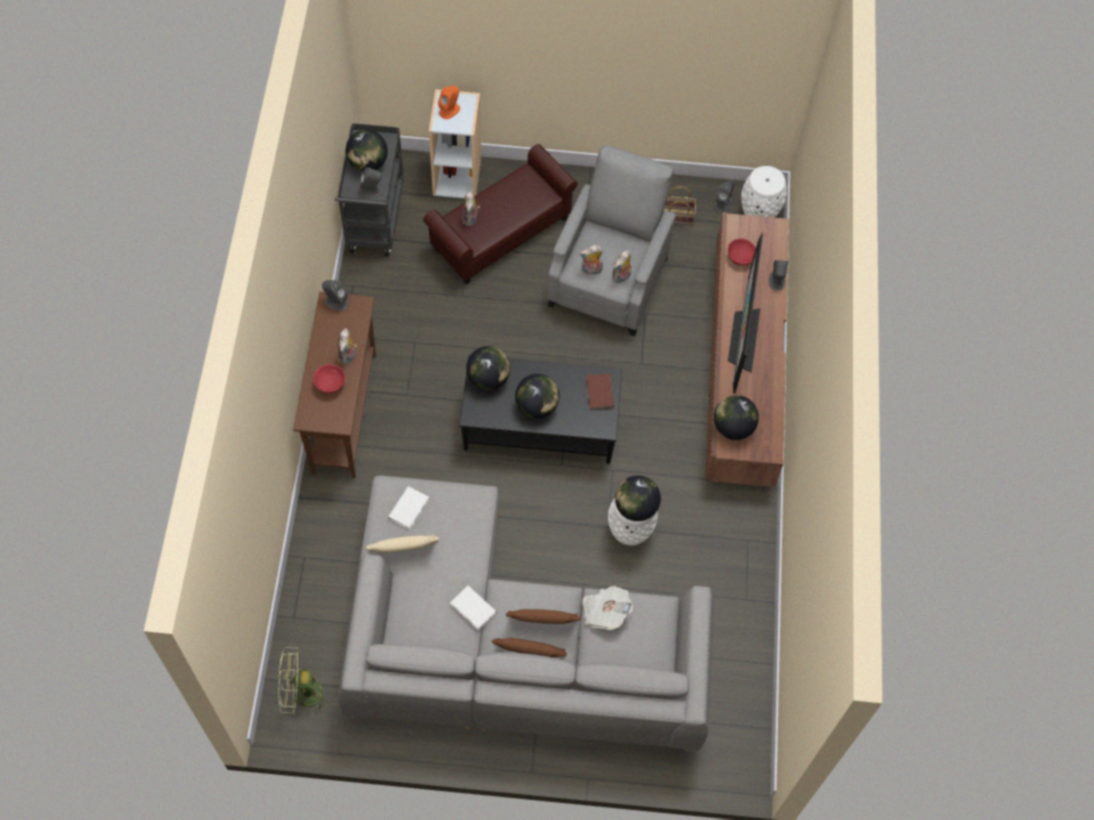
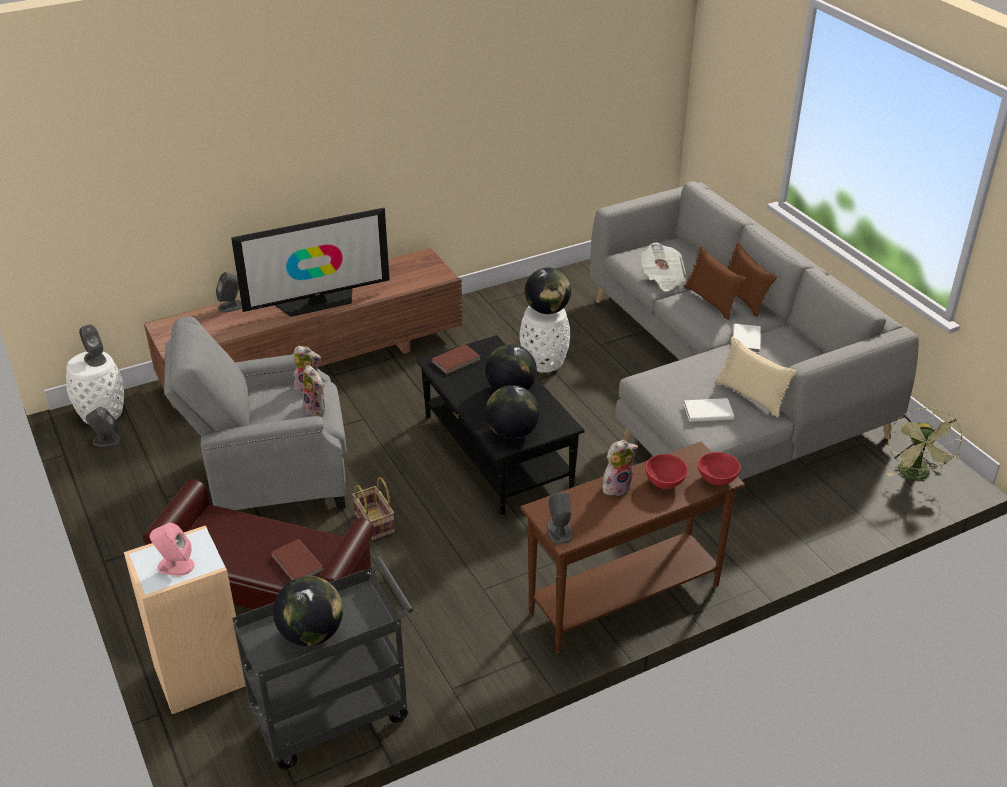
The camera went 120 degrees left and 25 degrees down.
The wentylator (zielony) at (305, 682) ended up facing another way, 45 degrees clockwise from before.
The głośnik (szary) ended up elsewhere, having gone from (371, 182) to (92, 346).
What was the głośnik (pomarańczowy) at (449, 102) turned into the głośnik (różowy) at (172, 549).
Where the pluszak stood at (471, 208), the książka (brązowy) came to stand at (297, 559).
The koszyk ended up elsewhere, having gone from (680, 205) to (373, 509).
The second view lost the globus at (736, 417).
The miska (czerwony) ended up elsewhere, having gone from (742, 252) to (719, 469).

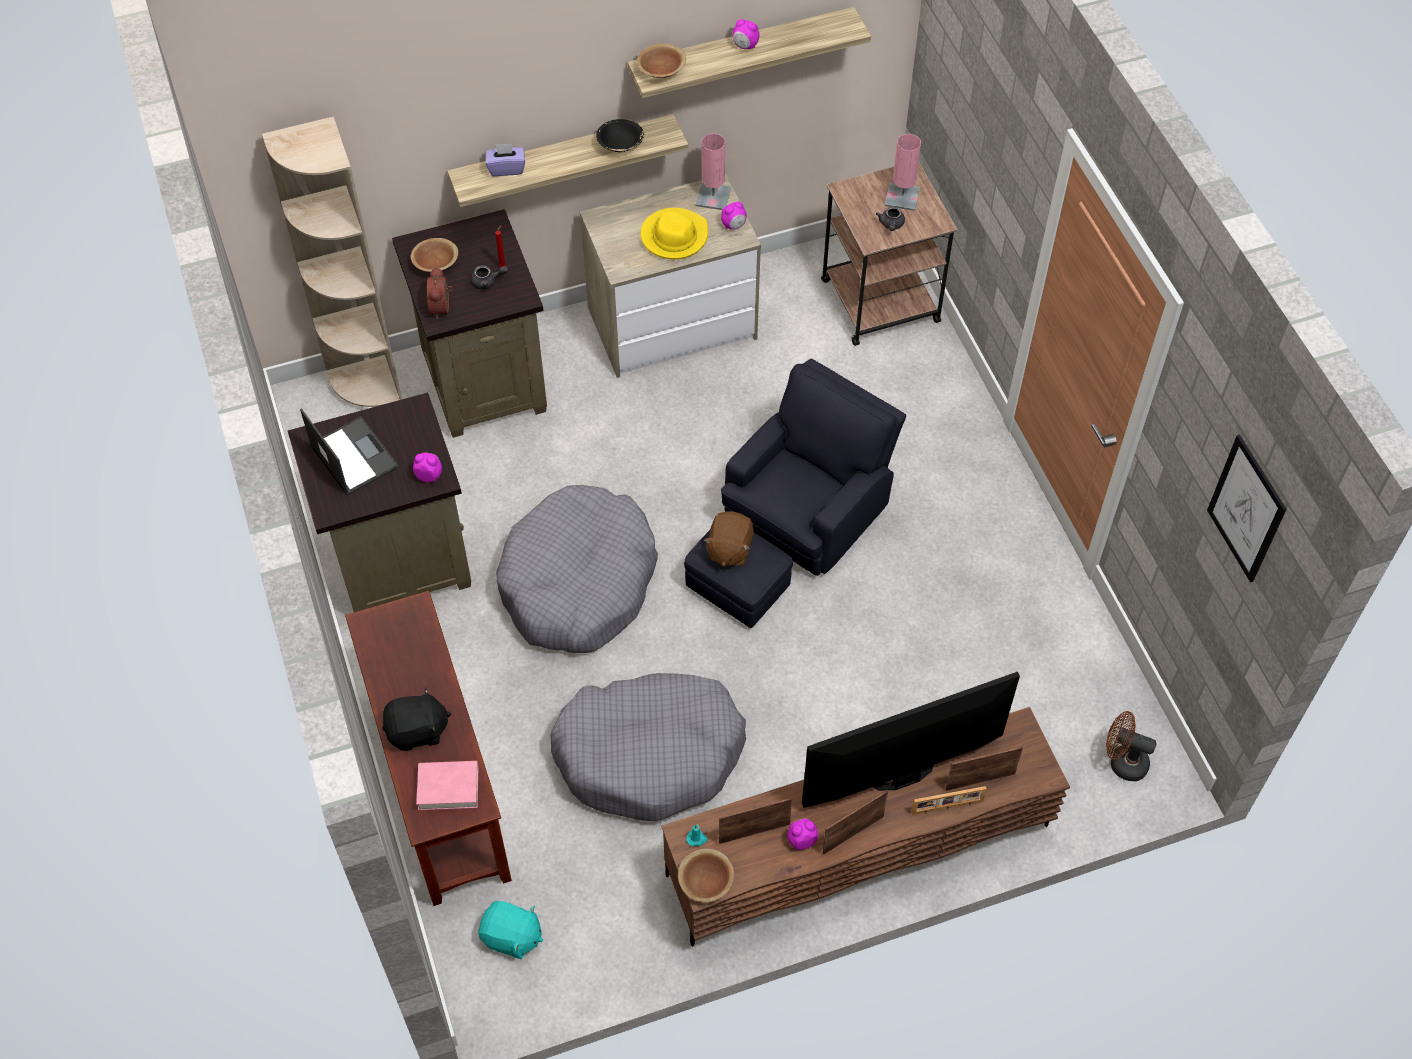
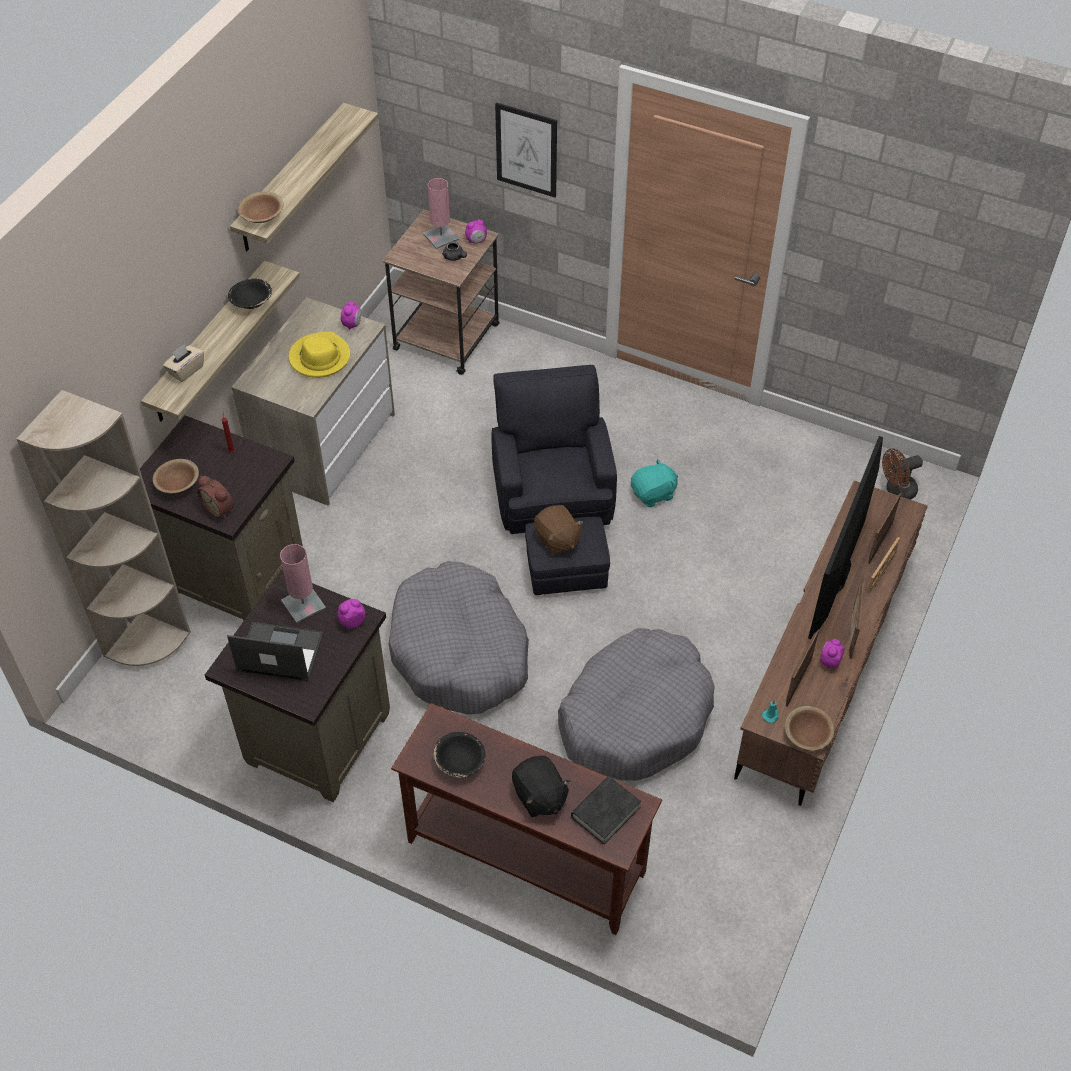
The camera went 45 degrees left and 5 degrees down.
The pluszak (czarny) at (416, 719) ended up facing another way, 120 degrees clockwise from before.
What was the książka (różowy) at (447, 785) turned into the książka (czarny) at (606, 810).
The second view lost the imbryk (szary) at (489, 277).
The pluszak (turkusowy) ended up elsewhere, having gone from (510, 930) to (654, 483).
What was the pudełko chusteczek (fioletowy) at (505, 160) turned into the pudełko chusteczek (beżowy) at (183, 363).
The lampa stołowa (różowy) ended up elsewhere, having gone from (713, 171) to (303, 583).
The budzik ended up elsewhere, having gone from (745, 34) to (476, 231).
The obraz ended up elsewhere, having gone from (1247, 509) to (526, 150).
The second view gained the miska (czarny) at (459, 755).

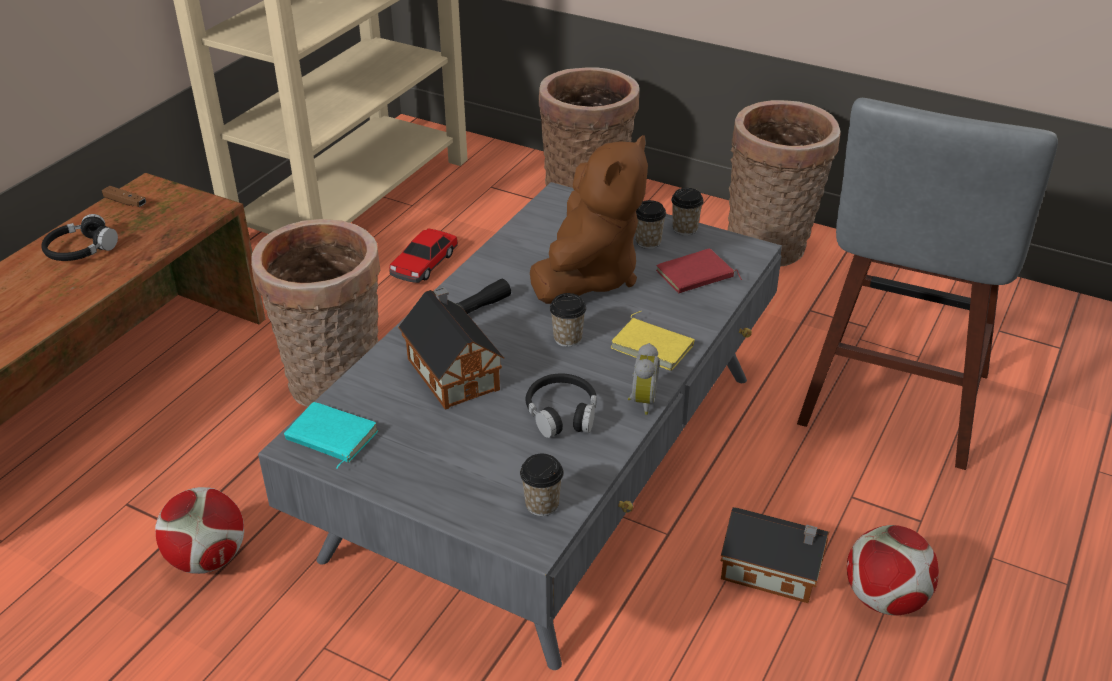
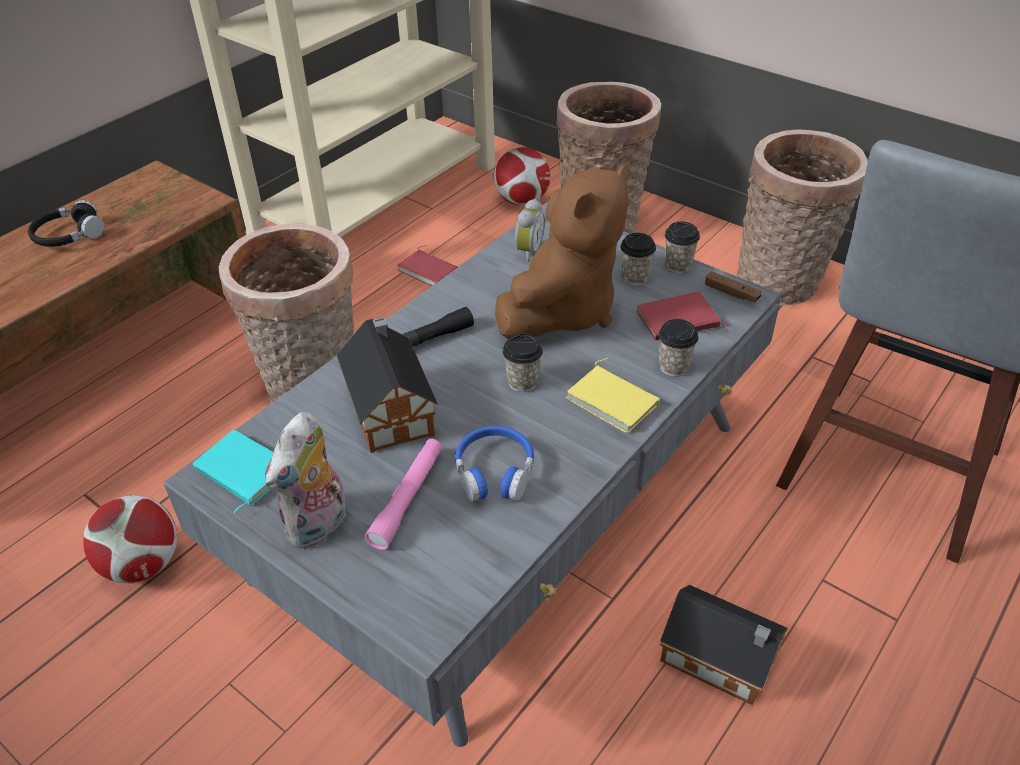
The camera went 10 degrees right and 5 degrees up.
The pad do gier (brązowy) ended up elsewhere, having gone from (124, 196) to (733, 287).
Where the samochodzik stood at (423, 255), the książka (czerwony) came to stand at (427, 265).
The filiżanka ended up elsewhere, having gone from (541, 485) to (678, 348).
What was the słuchawki (czarny) at (561, 405) turned into the słuchawki (niebieski) at (494, 464).
The budzik ended up elsewhere, having gone from (643, 379) to (530, 230).
The piłka futbolowa ended up elsewhere, having gone from (893, 570) to (522, 176).
The second view gained the pluszak at (306, 480).
The second view gained the latarka (różowy) at (403, 494).

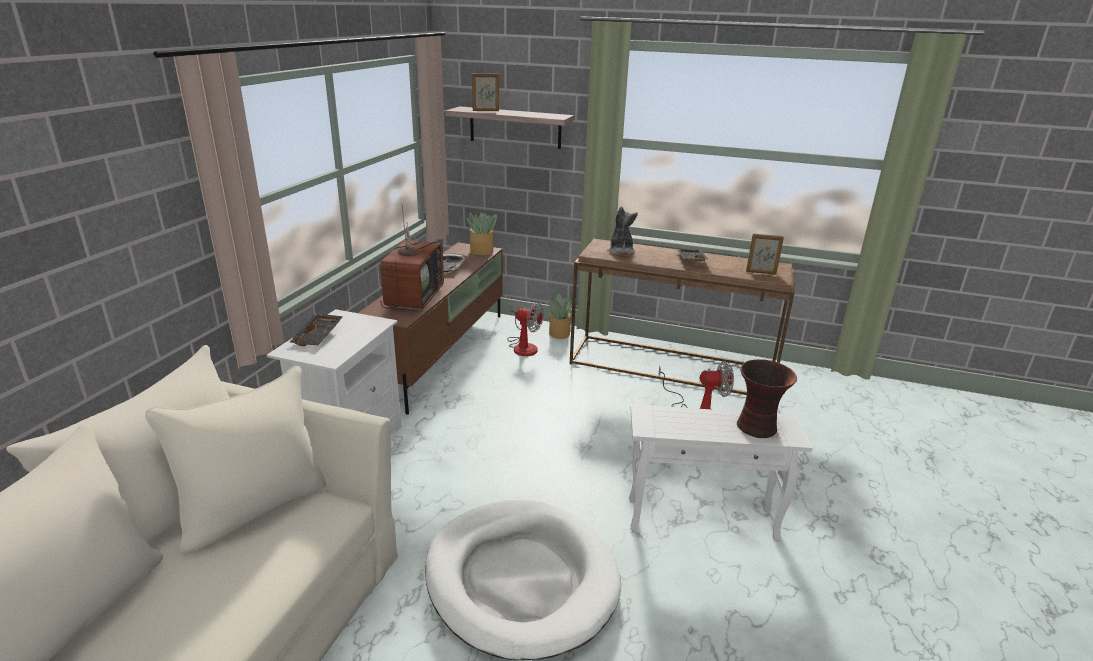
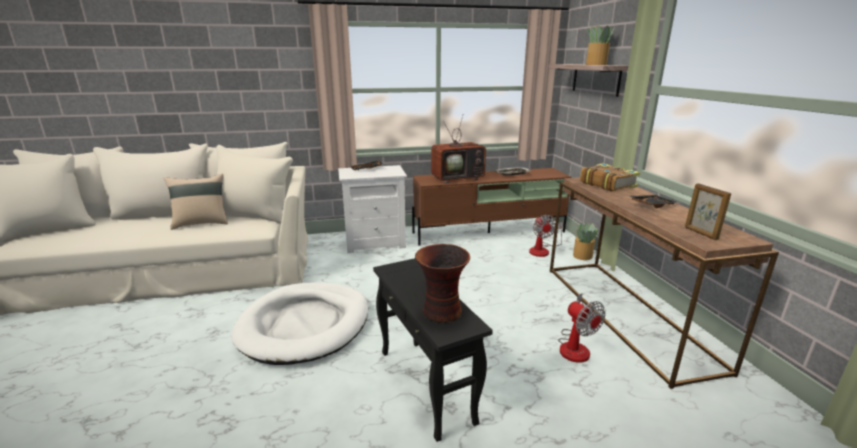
The camera went 60 degrees right and 5 degrees down.
The roślina doniczkowa ended up elsewhere, having gone from (481, 233) to (600, 45).
The second view lost the ramka na zdjęcie at (485, 92).
Where the pluszak stood at (622, 230), the książka came to stand at (610, 177).
What was the stolik (biały) at (720, 472) turned into the stolik (czarny) at (433, 350).
The second view gained the poduszka (beżowy) at (196, 202).

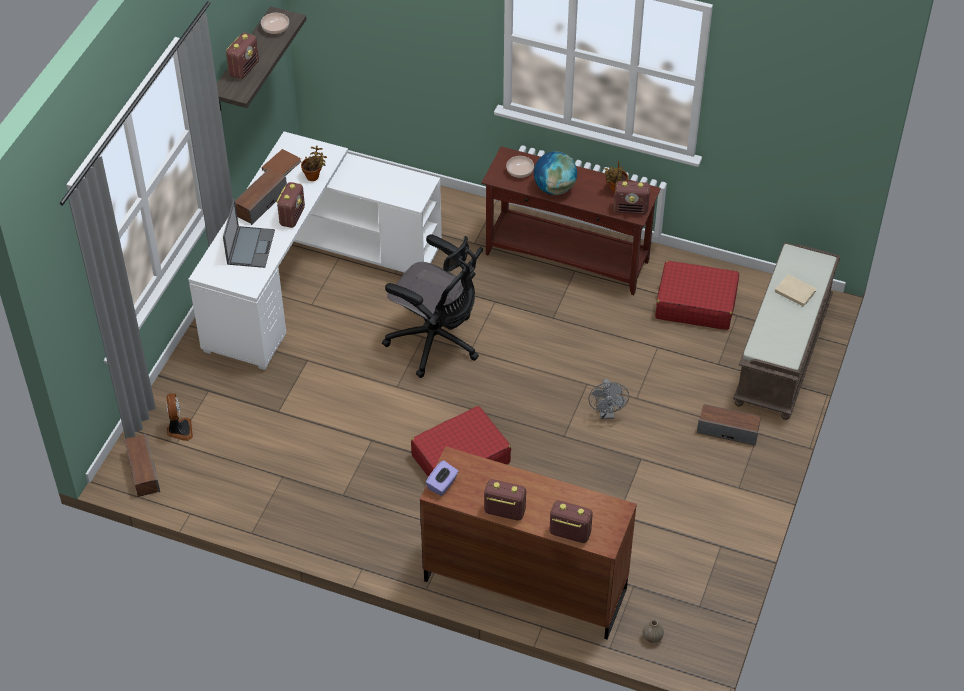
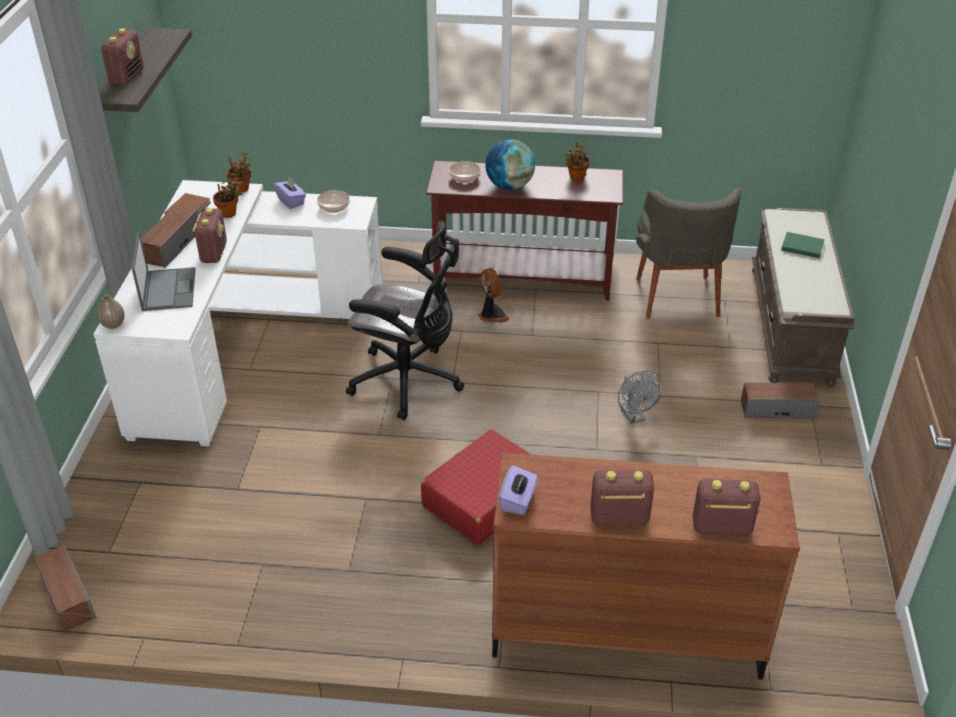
The camera went 15 degrees left and 10 degrees down.
The wentylator ended up elsewhere, having gone from (180, 417) to (493, 295).
The miska ended up elsewhere, having gone from (275, 23) to (333, 201).
The second view lost the radio at (632, 198).
The wazon ended up elsewhere, having gone from (653, 631) to (111, 312).
Where the walizka (czerwony) stood at (697, 295), the krzesło (szary) came to stand at (689, 253).
What was the książka (beżowy) at (796, 290) turned into the książka (zielony) at (803, 245).
The second view gained the roślina doniczkowa at (238, 172).
The second view gained the pudełko chusteczek (fioletowy) at (290, 193).

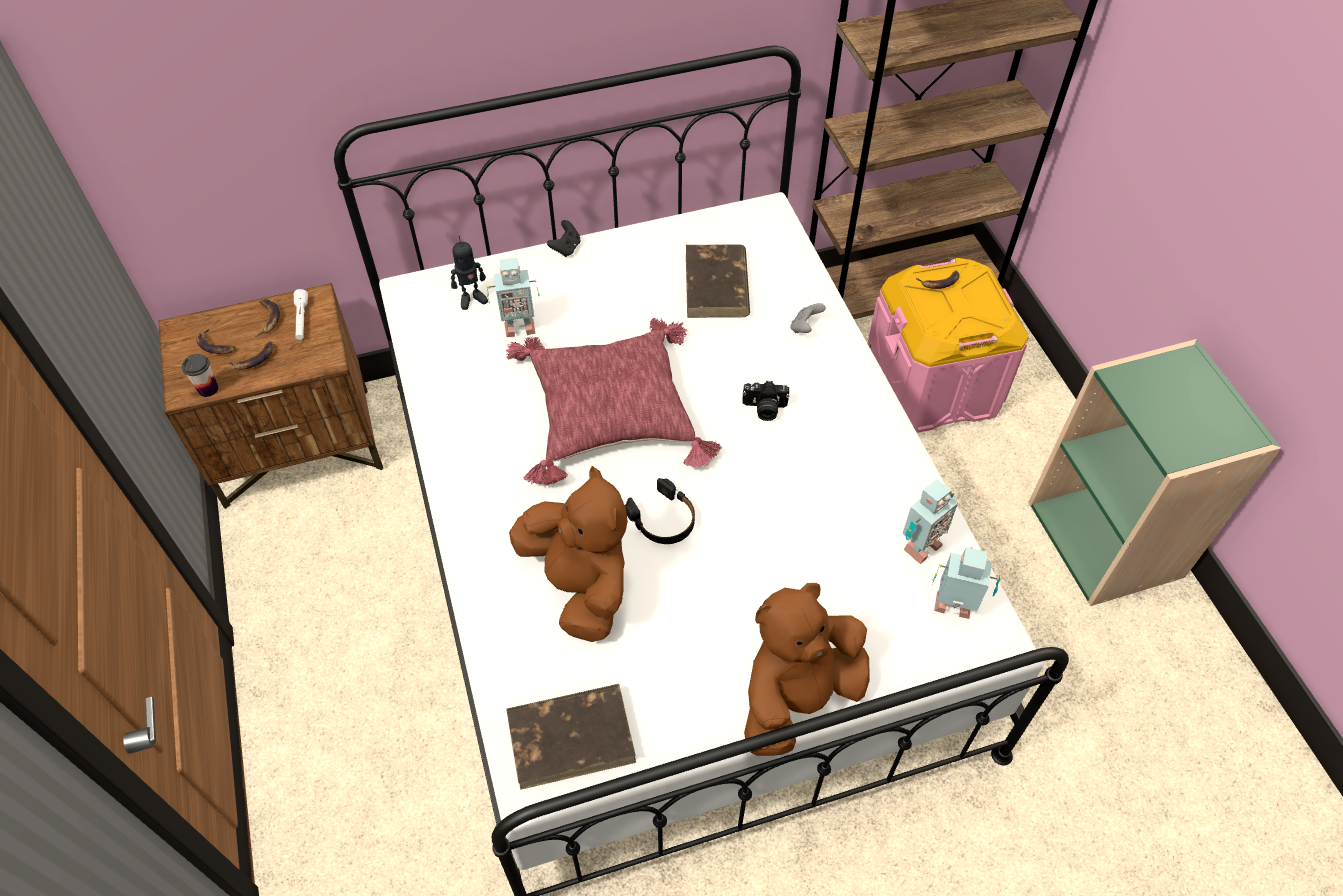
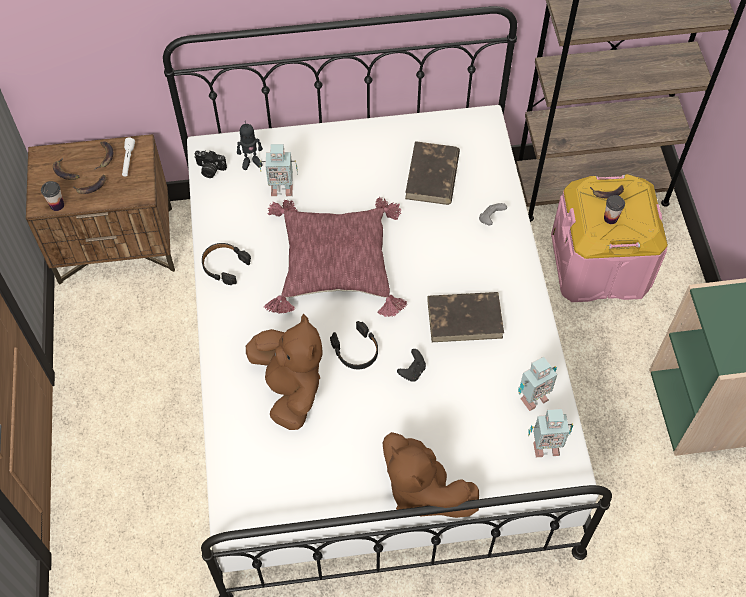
The camera went 10 degrees right and 5 degrees up.
The książka (brązowy) ended up elsewhere, having gone from (571, 737) to (465, 317).
The pad do gier (czarny) ended up elsewhere, having gone from (564, 238) to (411, 365).
The aparat fotograficzny ended up elsewhere, having gone from (765, 401) to (210, 164).
The pluszak (brązowy) at (807, 669) ended up facing another way, 105 degrees counterclockwise from before.
The robot zabawkowy at (966, 583) ended up facing another way, 150 degrees clockwise from before.
The second view gained the słuchawki (czarny) at (226, 264).
The second view gained the filiżanka at (614, 209).

